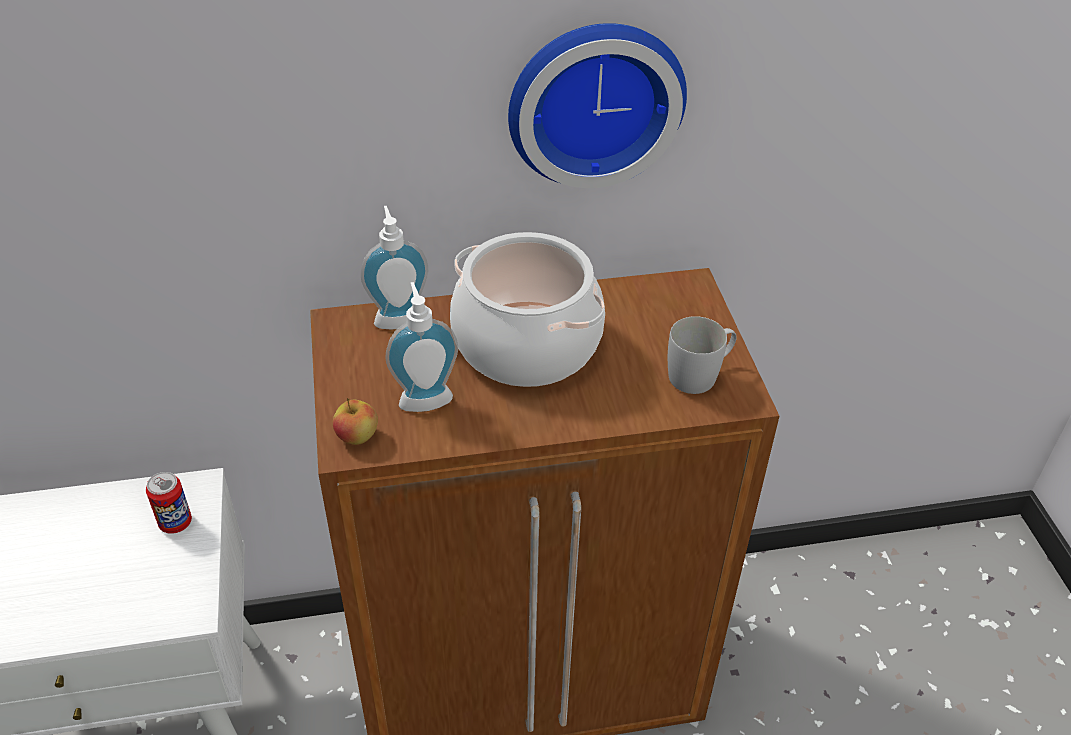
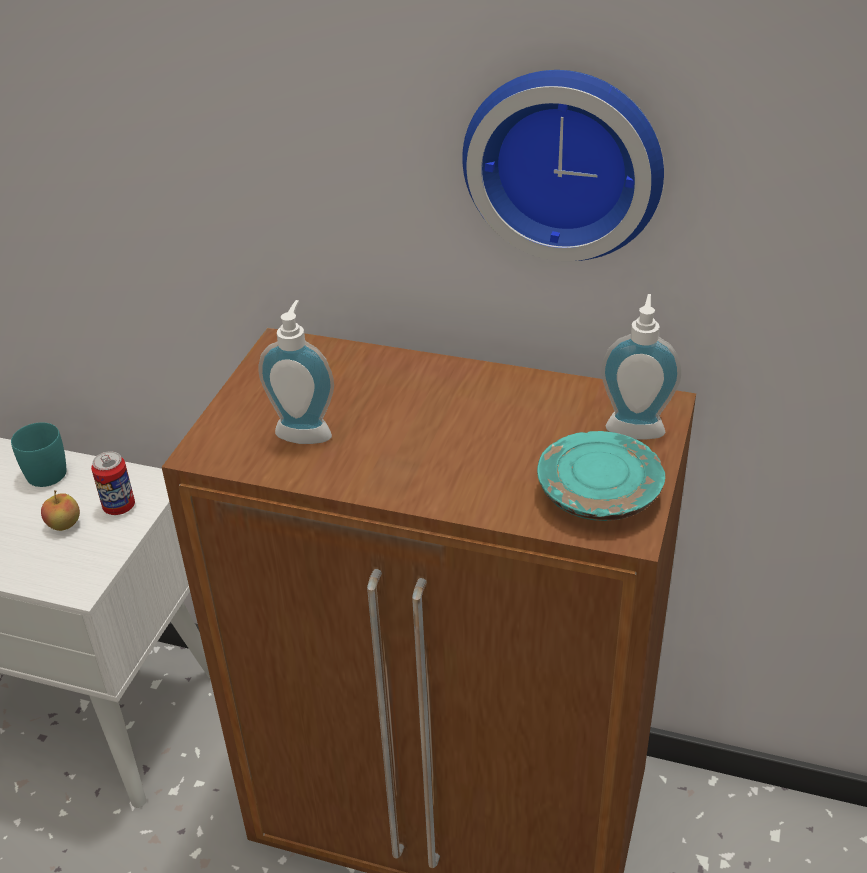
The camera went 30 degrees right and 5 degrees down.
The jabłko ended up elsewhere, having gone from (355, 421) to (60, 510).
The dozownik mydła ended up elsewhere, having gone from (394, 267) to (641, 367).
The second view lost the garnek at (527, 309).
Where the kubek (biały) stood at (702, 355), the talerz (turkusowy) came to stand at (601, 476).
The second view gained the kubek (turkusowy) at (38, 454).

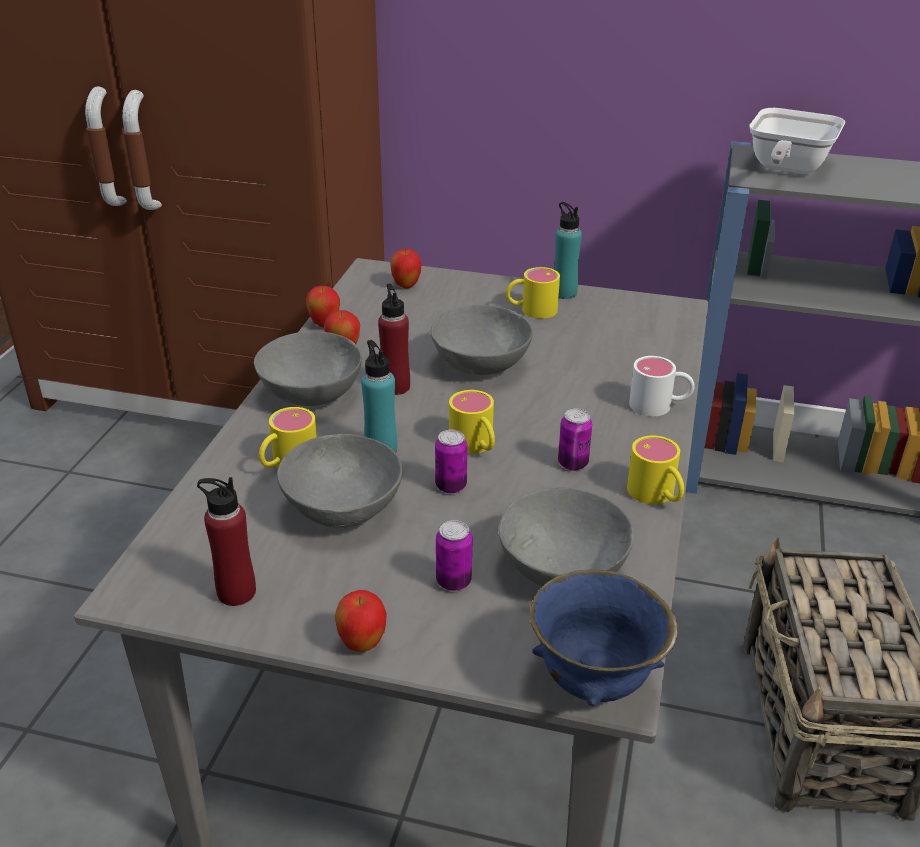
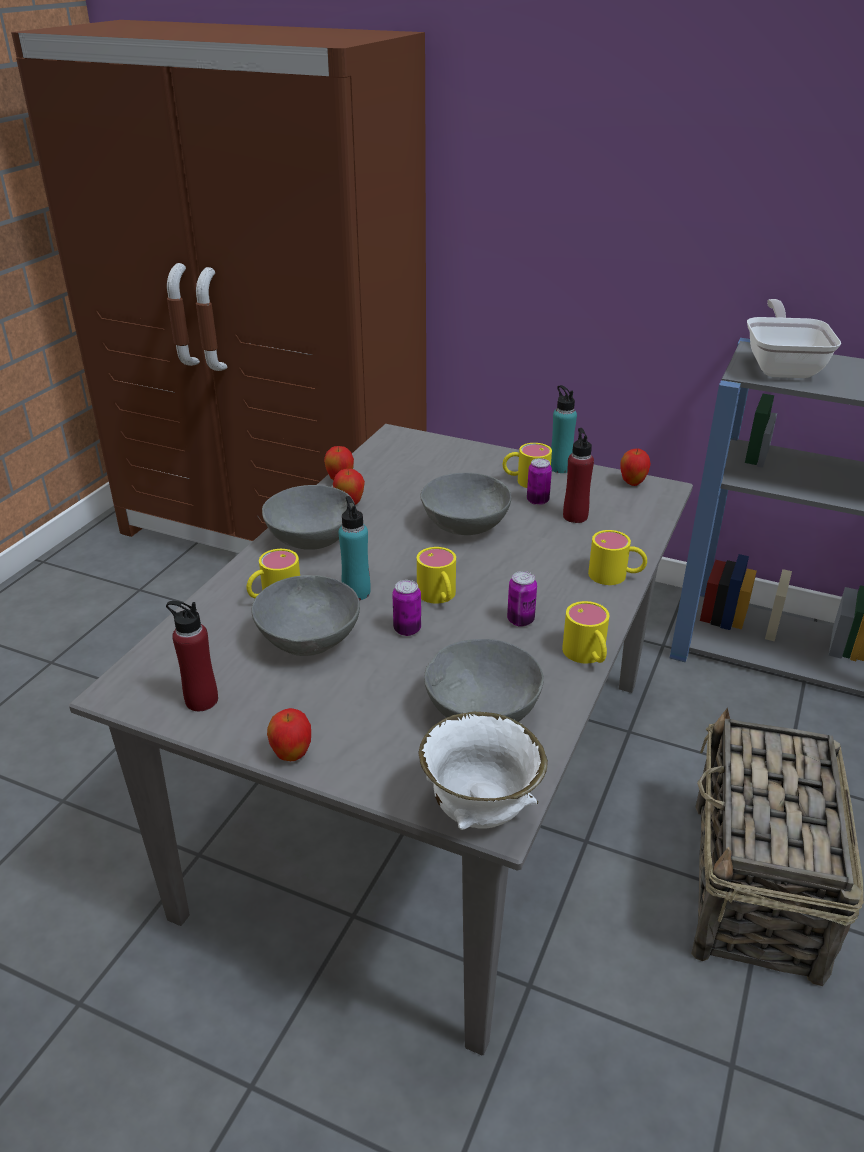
The camera went 10 degrees right and 0 degrees up.
The butelka (czerwony) ended up elsewhere, having gone from (394, 339) to (578, 475).
The jabłko ended up elsewhere, having gone from (405, 269) to (635, 467).
The puszka ended up elsewhere, having gone from (454, 555) to (539, 481).
What was the miska (niebieski) at (604, 637) turned into the miska (biały) at (483, 771).
What was the kubek (biały) at (662, 386) turned into the kubek (żółty) at (617, 557).
The patelnia at (797, 141) ended up facing another way, 150 degrees clockwise from before.

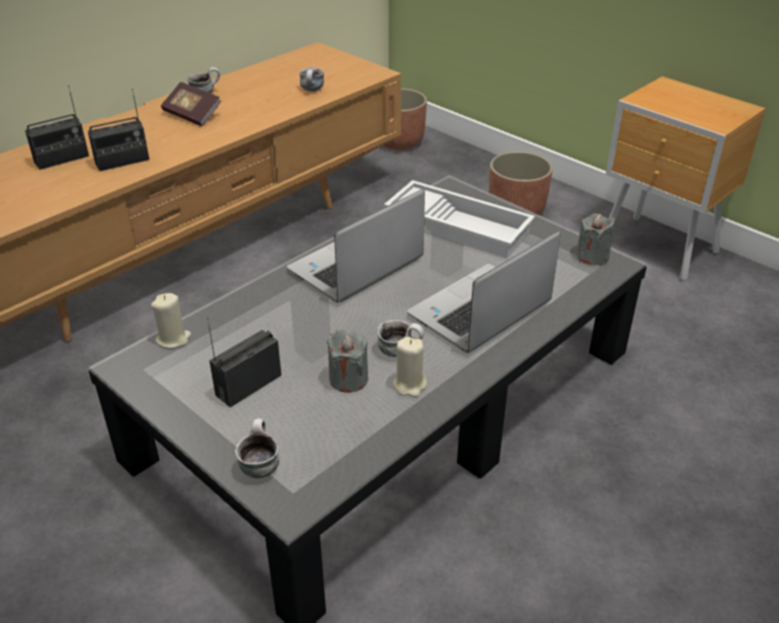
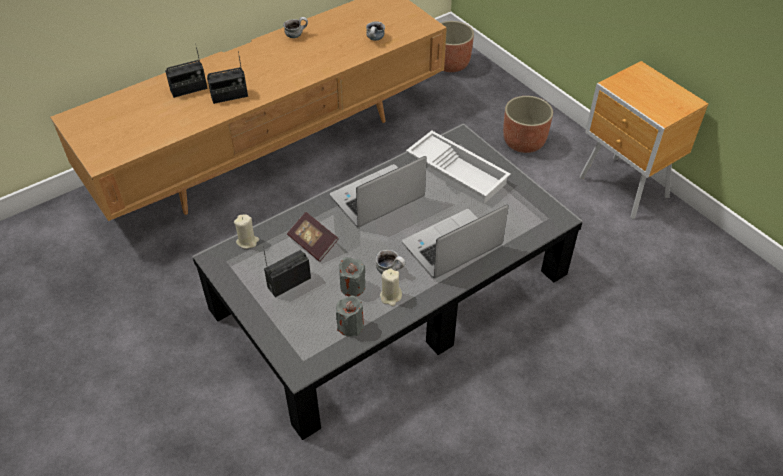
The camera went 10 degrees right and 10 degrees up.
The książka ended up elsewhere, having gone from (191, 104) to (313, 237).
The second view lost the kubek at (257, 448).
The świeca (szary) ended up elsewhere, having gone from (595, 239) to (350, 316).

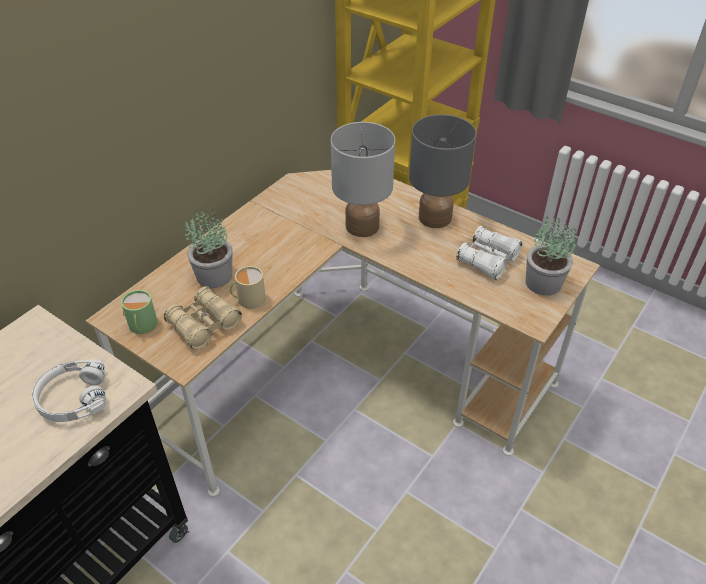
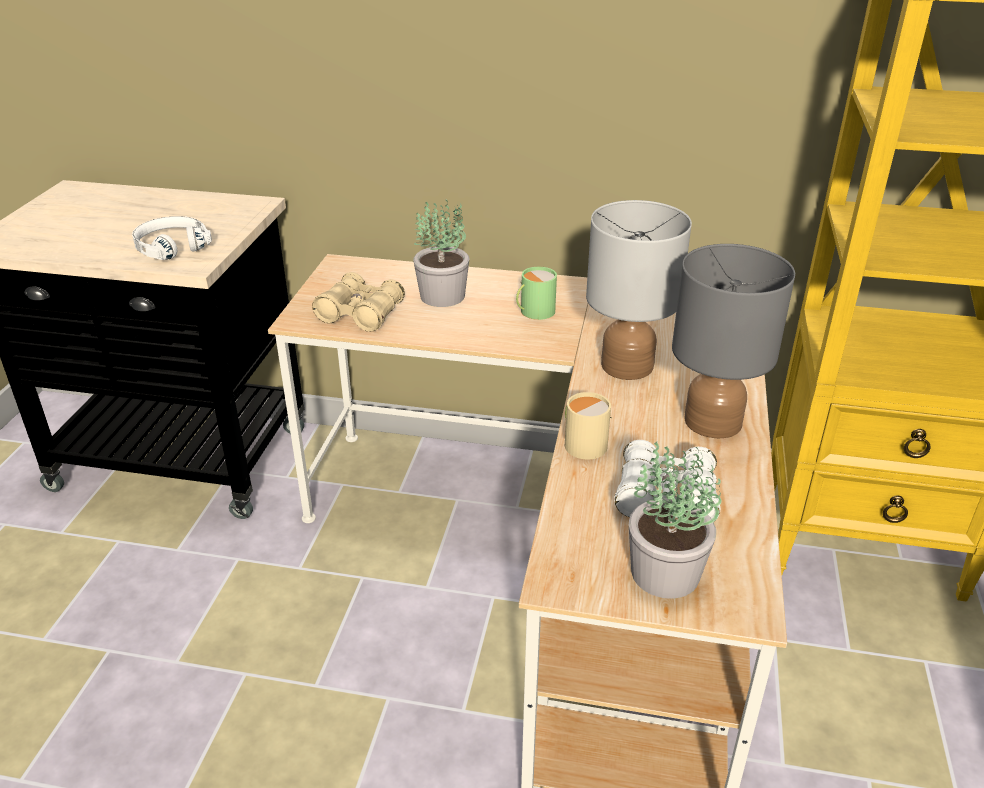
The camera went 65 degrees right and 10 degrees down.
The kubek (zielony) ended up elsewhere, having gone from (139, 312) to (536, 293).
The kubek (beżowy) ended up elsewhere, having gone from (248, 287) to (588, 425).

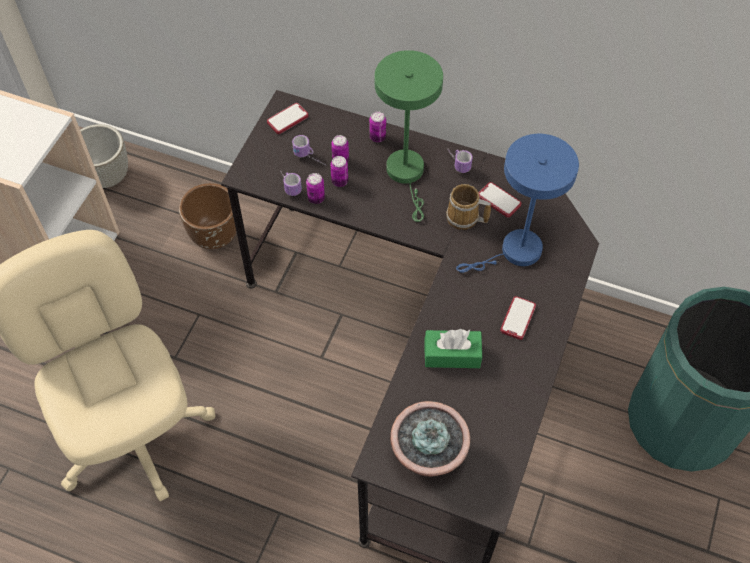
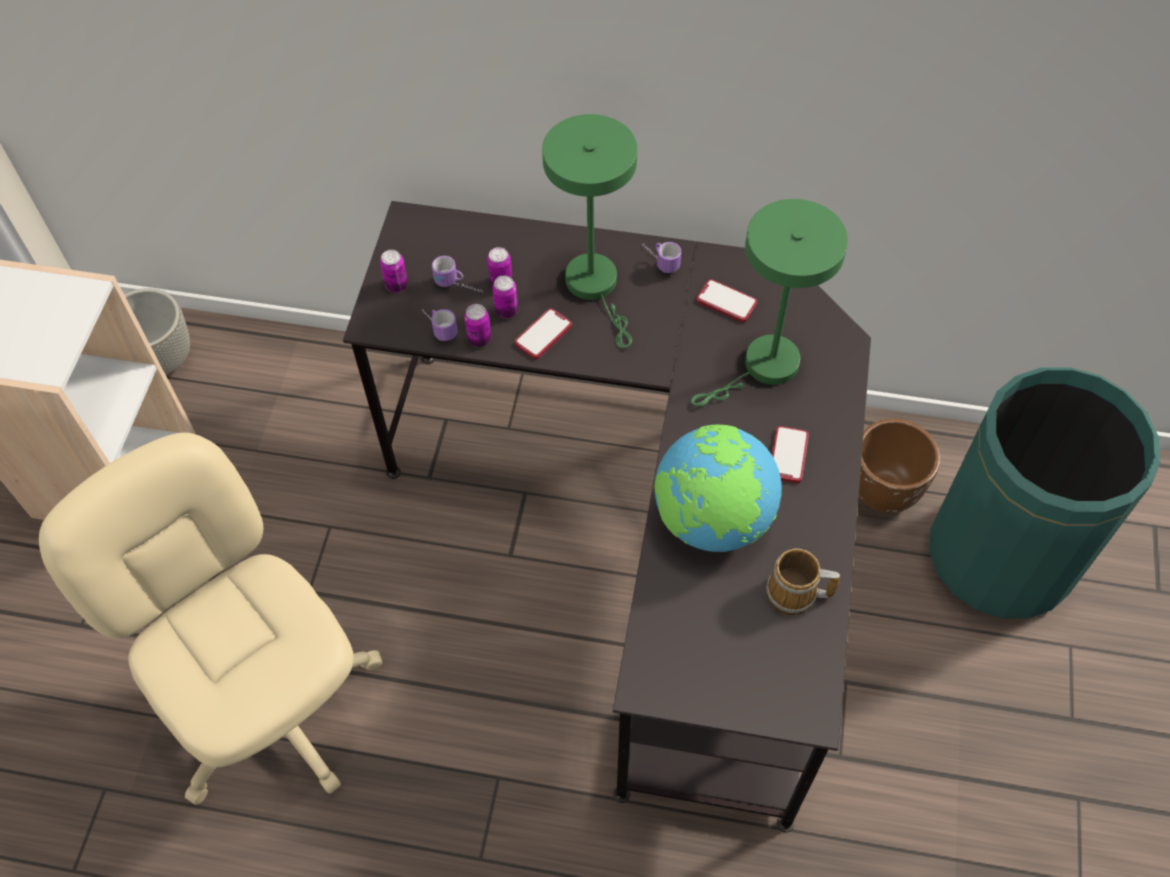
The camera went 10 degrees left and 0 degrees up.
The donica (brązowy) ended up elsewhere, having gone from (208, 216) to (899, 466).
The telefon ended up elsewhere, having gone from (287, 118) to (543, 334).
The puszka ended up elsewhere, having gone from (377, 126) to (394, 271).
The second view lost the roślina doniczkowa at (430, 439).
Where the pudełko chusteczek (zielony) stood at (453, 348), the globus came to stand at (718, 488).
The kubek ended up elsewhere, having gone from (468, 207) to (803, 581).
What was the lampa stołowa (niebieski) at (517, 203) turned into the lampa stołowa (zielony) at (769, 303).

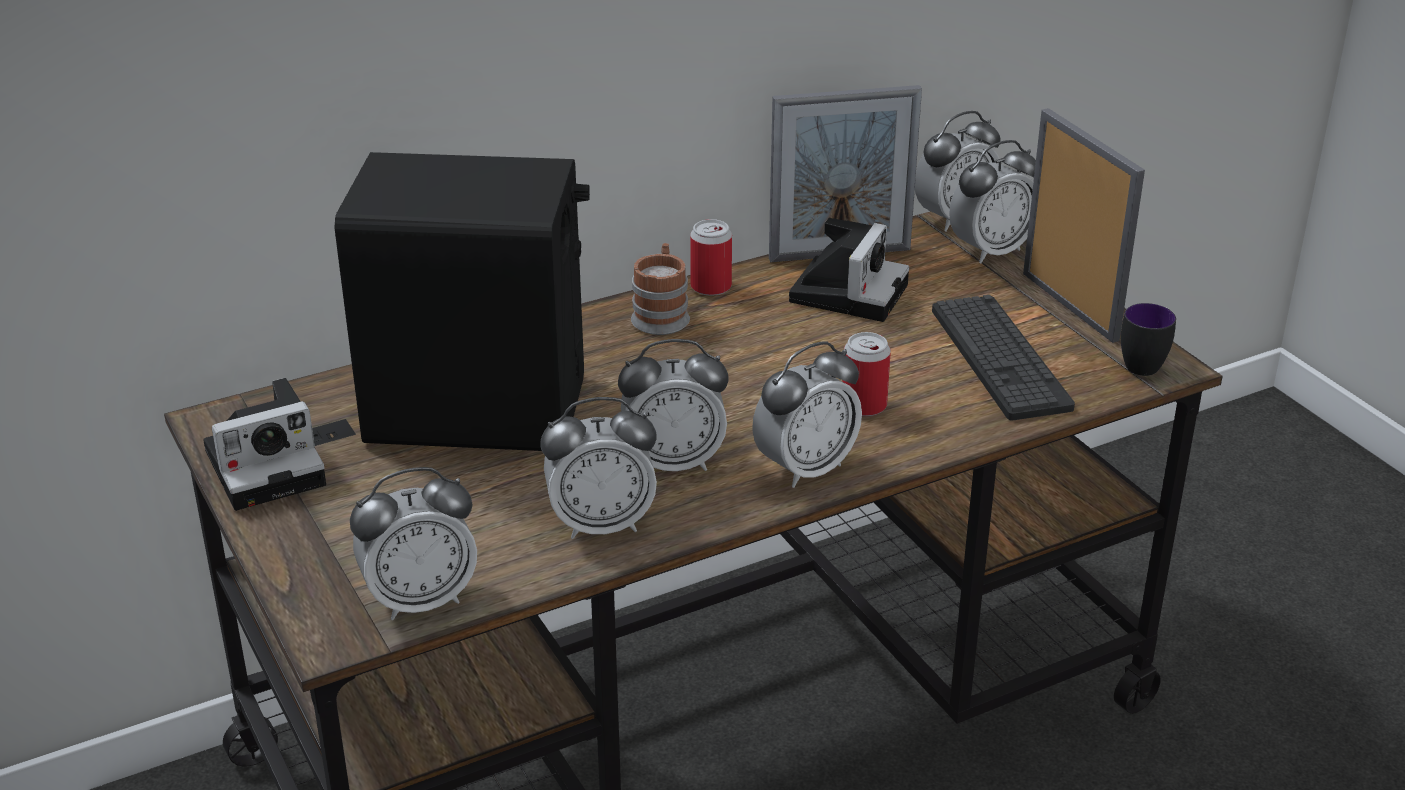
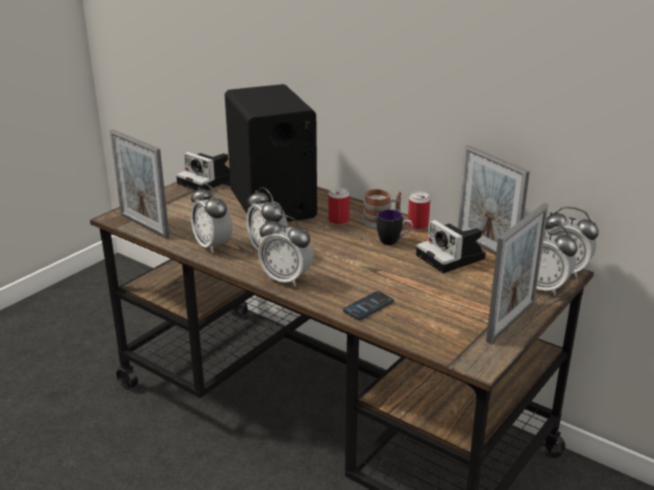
The camera went 65 degrees right and 5 degrees down.
Where the budzik stood at (413, 543), the ramka na zdjęcie came to stand at (139, 183).
The aparat fotograficzny at (849, 270) ended up facing another way, 60 degrees clockwise from before.
The puszka ended up elsewhere, having gone from (866, 374) to (339, 206).
The second view lost the klawiatura at (1003, 358).
The kubek ended up elsewhere, having gone from (1148, 339) to (395, 227).
The second view gained the telefon at (368, 305).

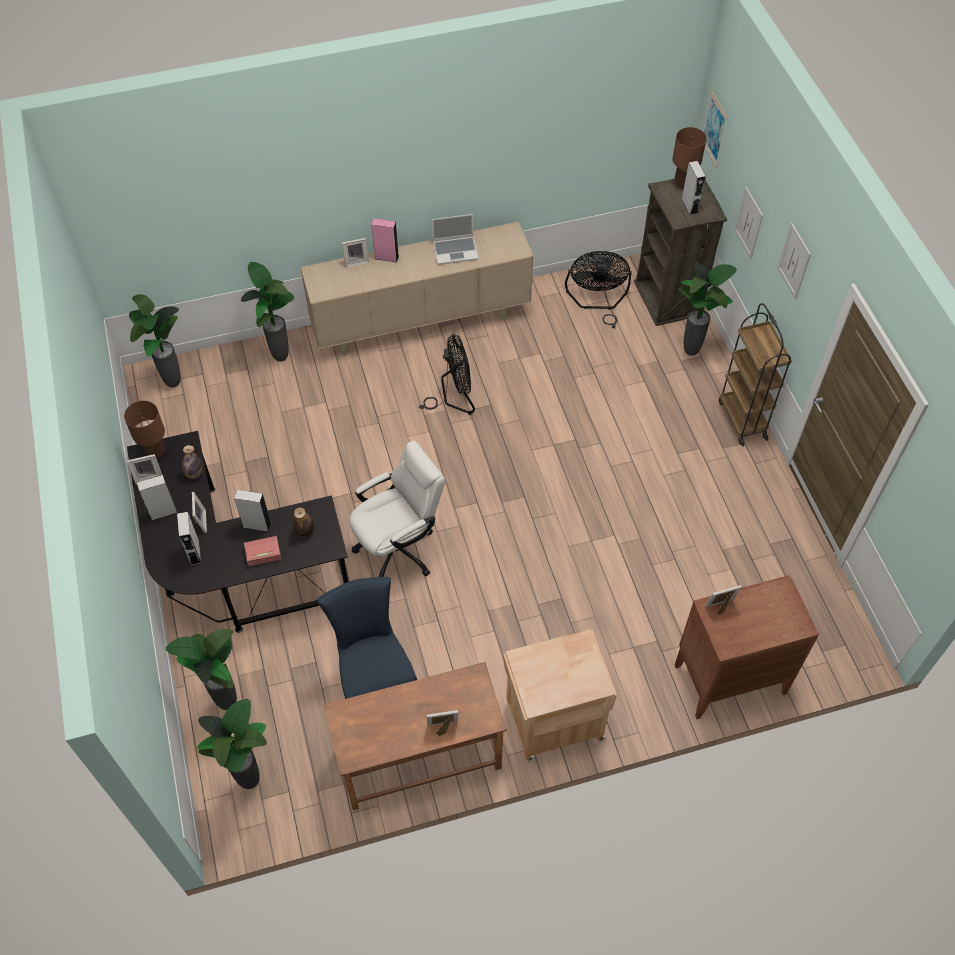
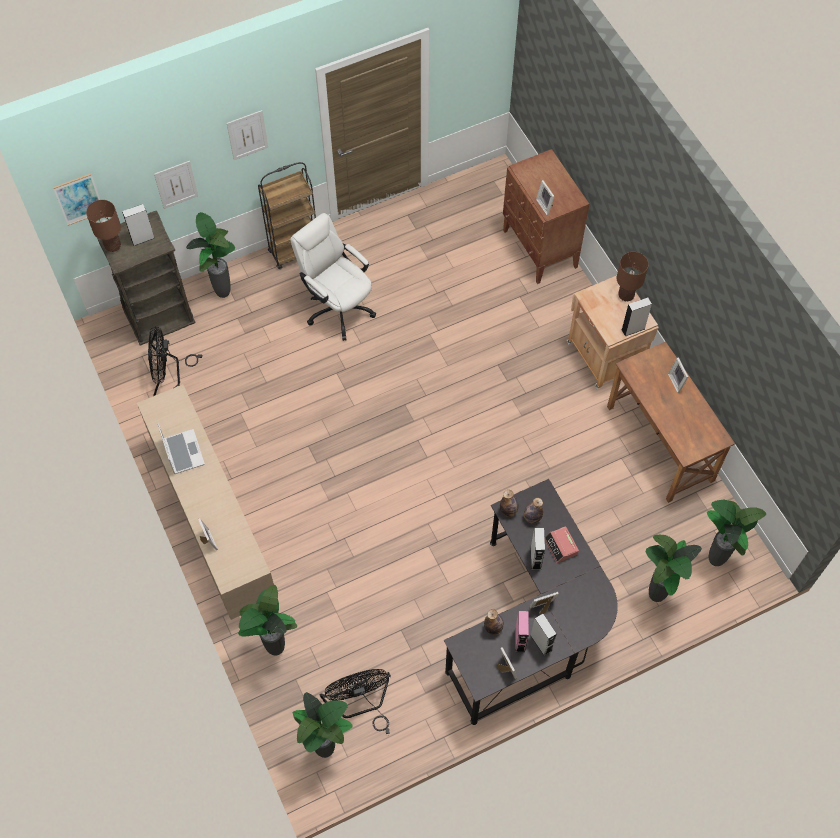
The camera went 100 degrees left and 5 degrees up.
The lampa stołowa (brązowy) ended up elsewhere, having gone from (144, 430) to (633, 276).
The głośnik (szary) ended up elsewhere, having gone from (189, 538) to (636, 316).
The second view lost the krzesło (niebieski) at (367, 638).
The krzesło biurowe (biały) ended up elsewhere, having gone from (397, 509) to (333, 277).
The głośnik (różowy) ended up elsewhere, having gone from (385, 240) to (522, 631).
The wentylator (czarny) ended up elsewhere, having gone from (447, 374) to (355, 701).
The second view gained the butelka at (509, 503).

